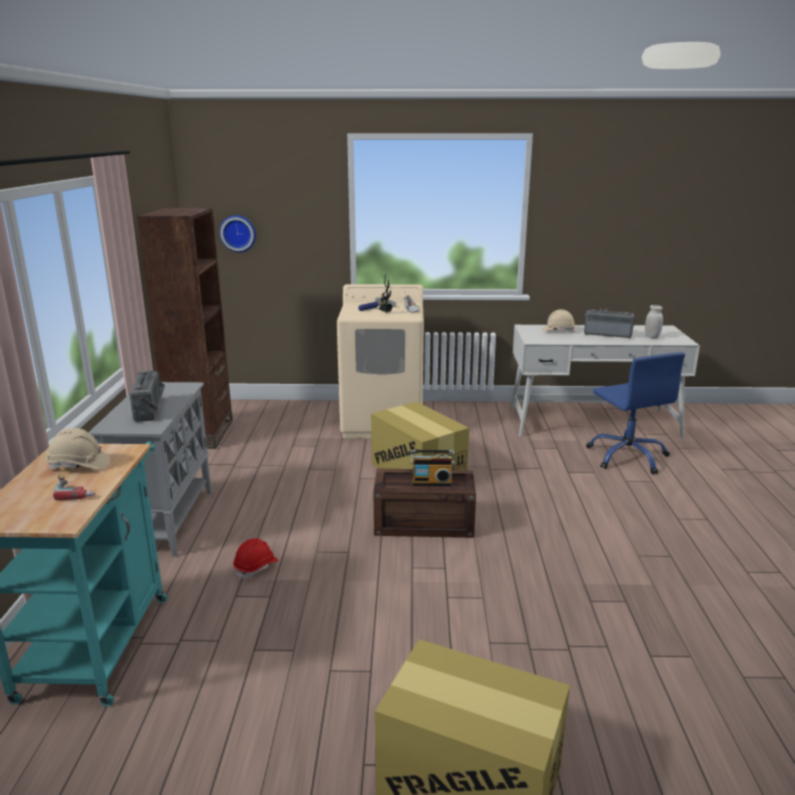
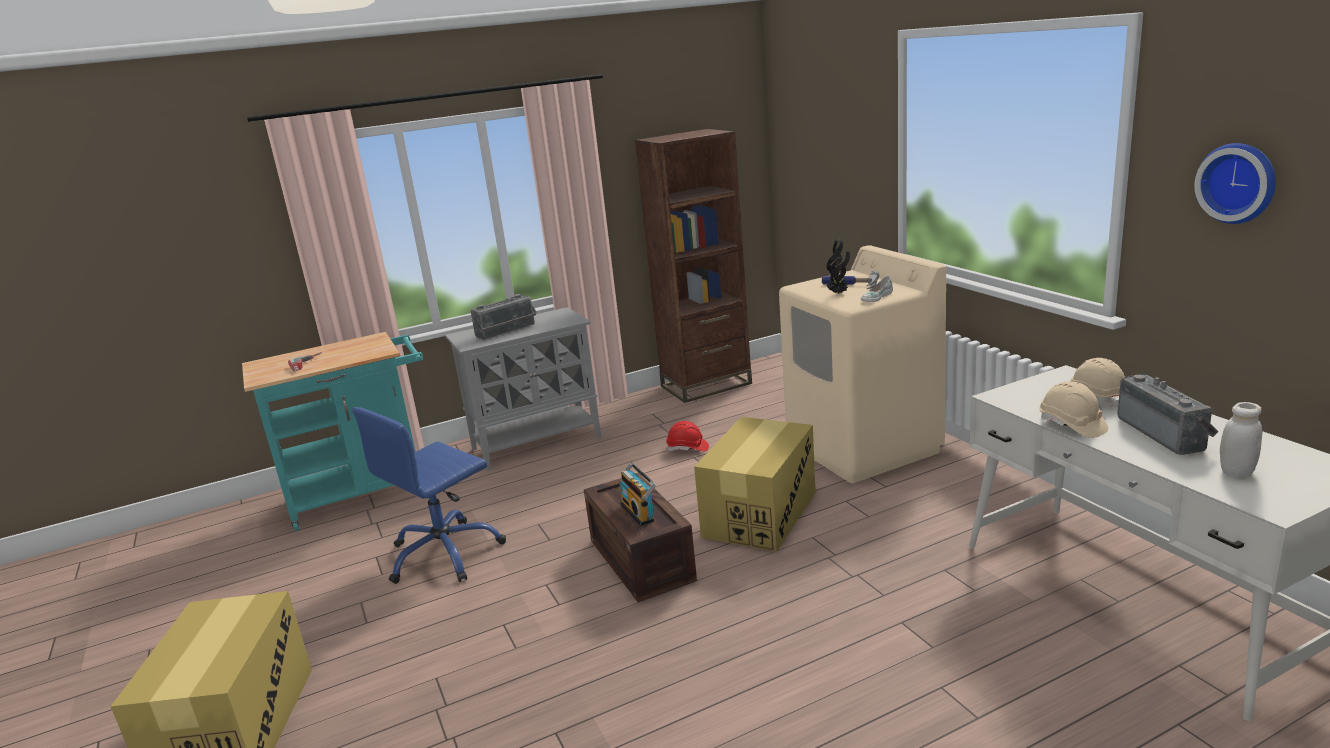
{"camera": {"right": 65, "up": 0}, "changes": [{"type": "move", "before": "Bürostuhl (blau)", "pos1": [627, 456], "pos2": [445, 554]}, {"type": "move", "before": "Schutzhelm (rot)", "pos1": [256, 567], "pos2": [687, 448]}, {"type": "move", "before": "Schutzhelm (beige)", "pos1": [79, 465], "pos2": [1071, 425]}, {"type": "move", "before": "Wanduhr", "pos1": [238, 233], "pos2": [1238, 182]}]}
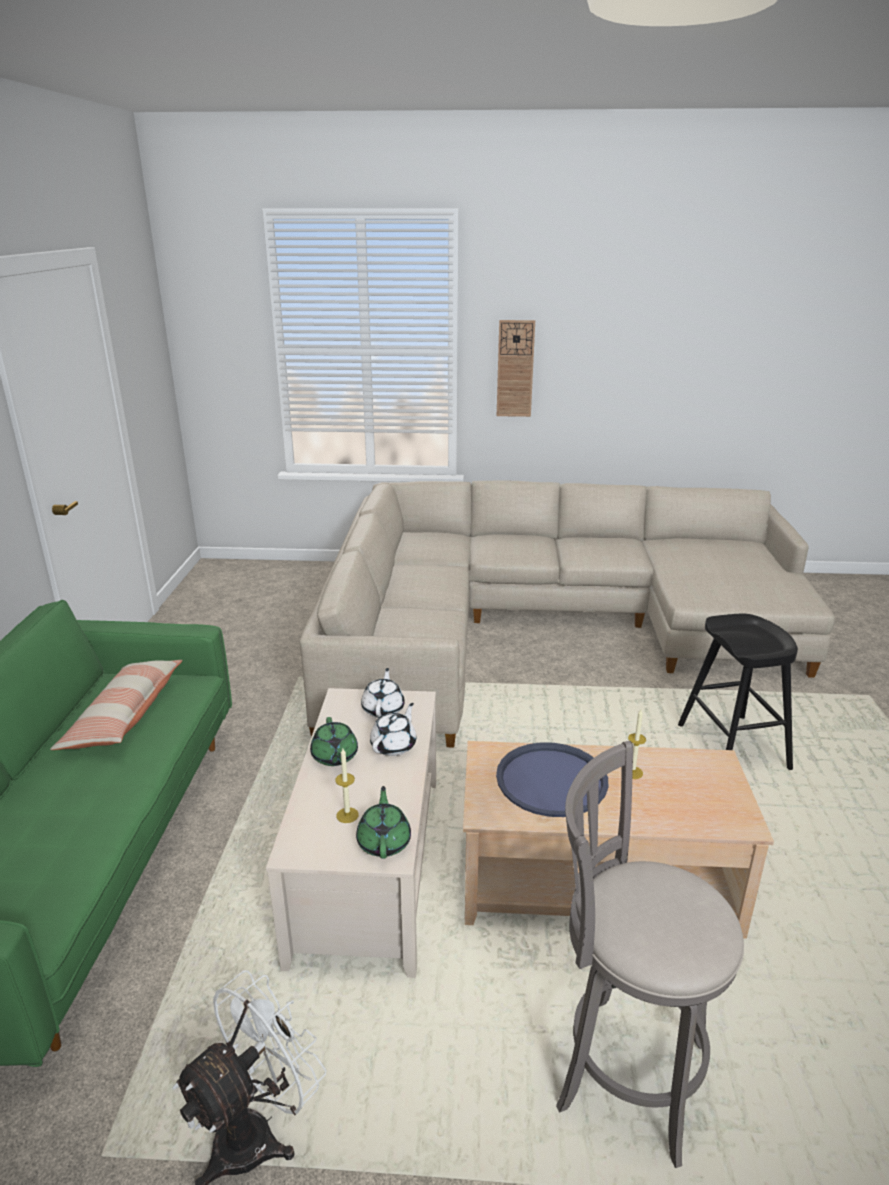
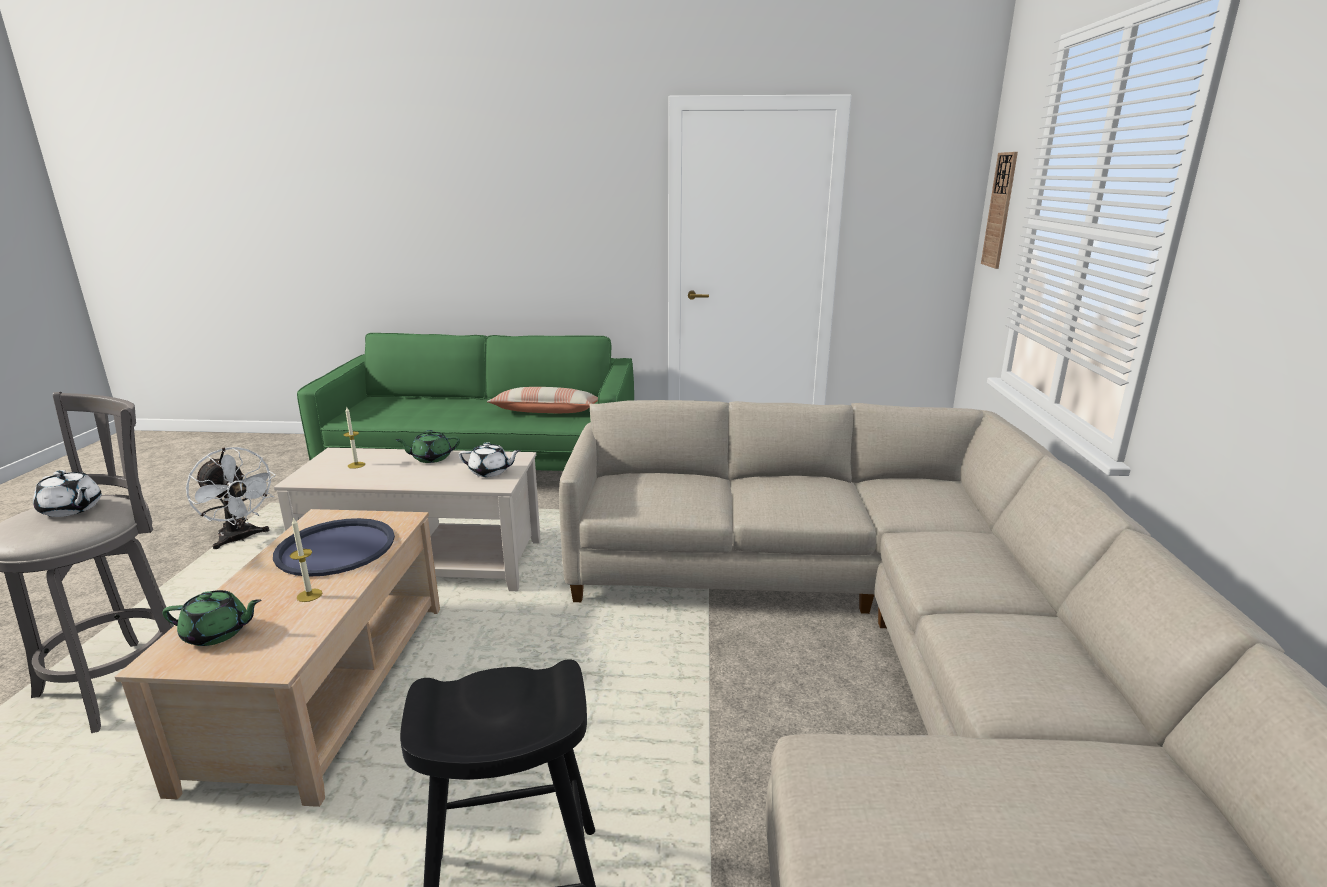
{"camera": {"right": 90, "up": -5}, "changes": [{"type": "move", "before": "Teekanne (weiß)", "pos1": [394, 745], "pos2": [72, 509]}, {"type": "move", "before": "Teekanne (grün)", "pos1": [384, 841], "pos2": [217, 633]}, {"type": "move", "before": "Wanduhr", "pos1": [515, 369], "pos2": [1000, 210]}]}
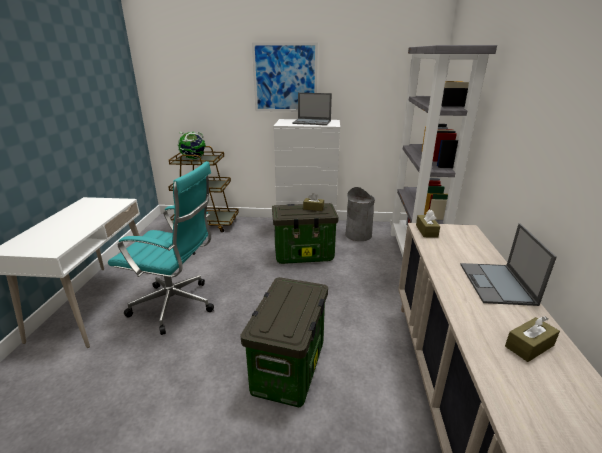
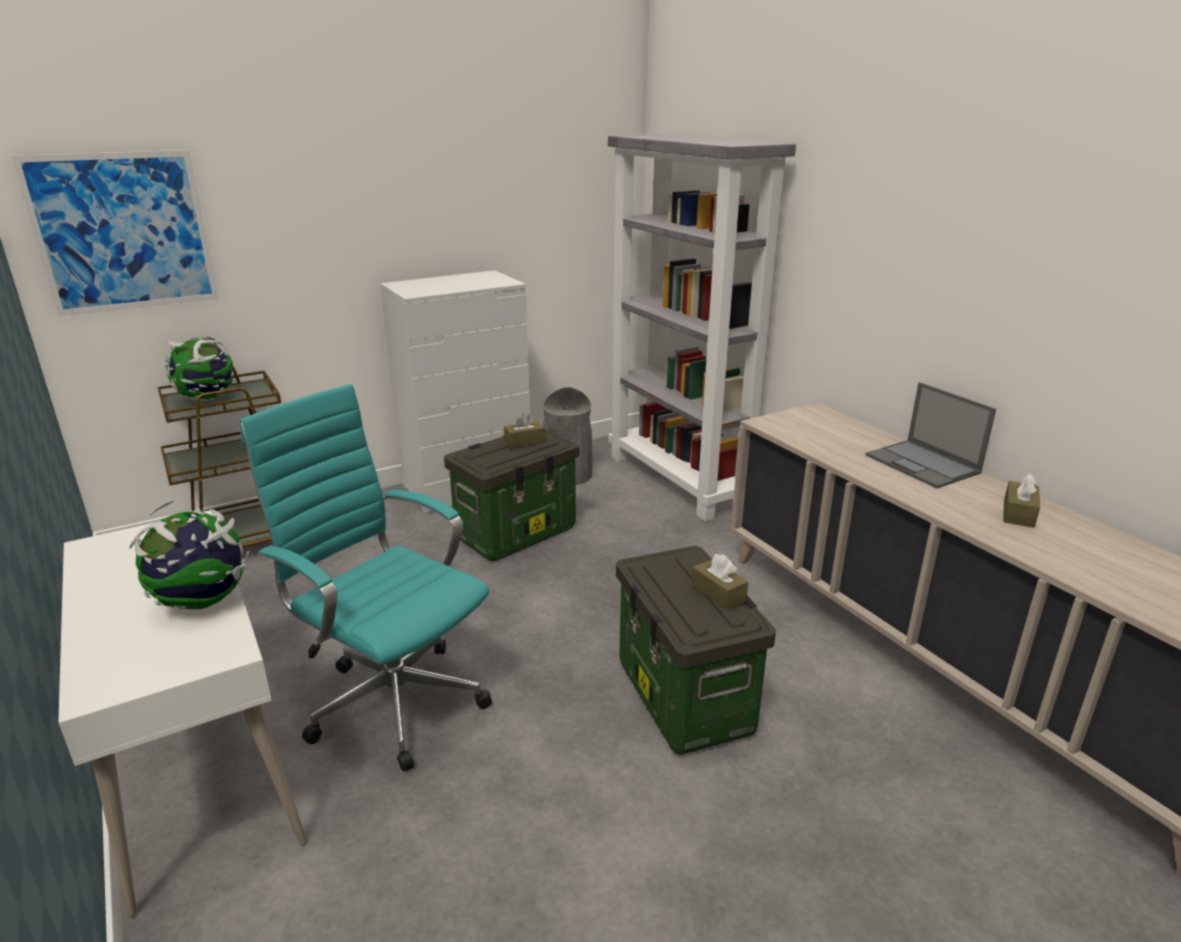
{"camera": {"right": -35, "up": 0}, "changes": [{"type": "move", "before": "Bild", "pos1": [285, 78], "pos2": [123, 232]}, {"type": "insert", "after": "Globus", "pos2": [203, 602]}, {"type": "rotate", "before": "Bürostuhl (türkis)", "pos1": [177, 306], "pos2": [392, 699], "turn": -120}, {"type": "move", "before": "Taschentuchbox (braun)", "pos1": [426, 231], "pos2": [718, 593]}, {"type": "delete", "before": "Laptop", "pos1": [312, 122]}]}
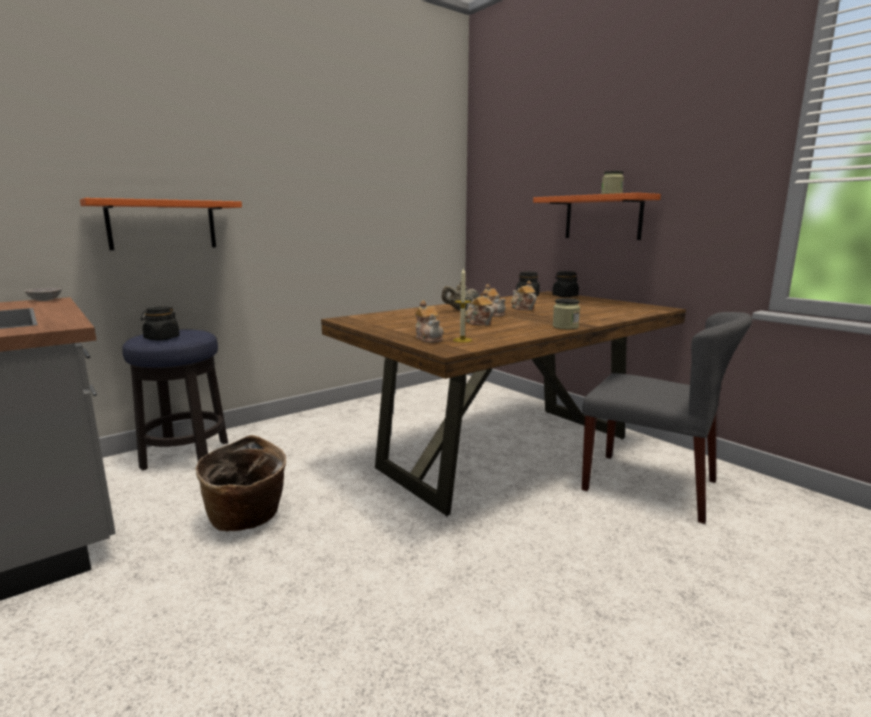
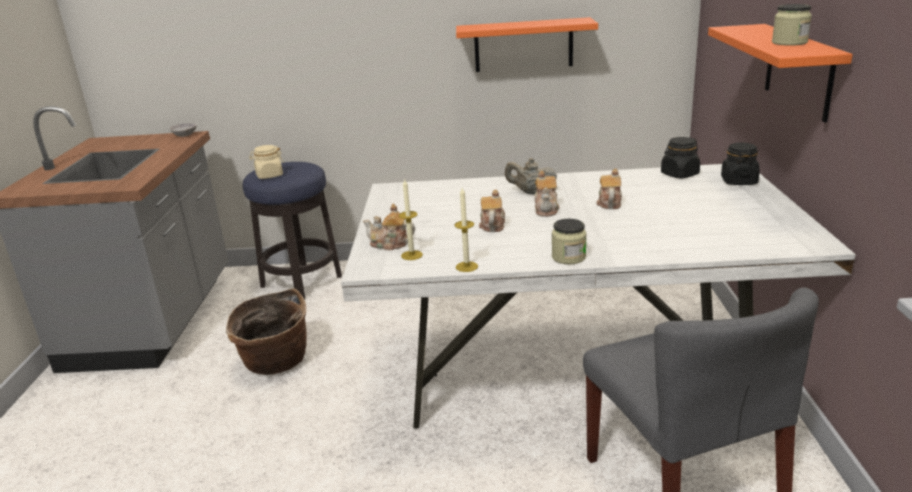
{"camera": {"right": 40, "up": 10}, "changes": [{"type": "recolor", "before": "Vorratsglas (schwarz)", "after": "Vorratsglas (beige)", "pos1": [162, 338], "pos2": [269, 175]}, {"type": "recolor", "before": "Esstisch (braun)", "after": "Esstisch (weiß)", "pos1": [507, 453], "pos2": [570, 379]}, {"type": "rotate", "before": "Teekanne", "pos1": [429, 338], "pos2": [390, 244], "turn": 90}, {"type": "insert", "after": "Kerze", "pos2": [466, 266]}, {"type": "move", "before": "Wandregal (orange)", "pos1": [162, 225], "pos2": [523, 45]}]}
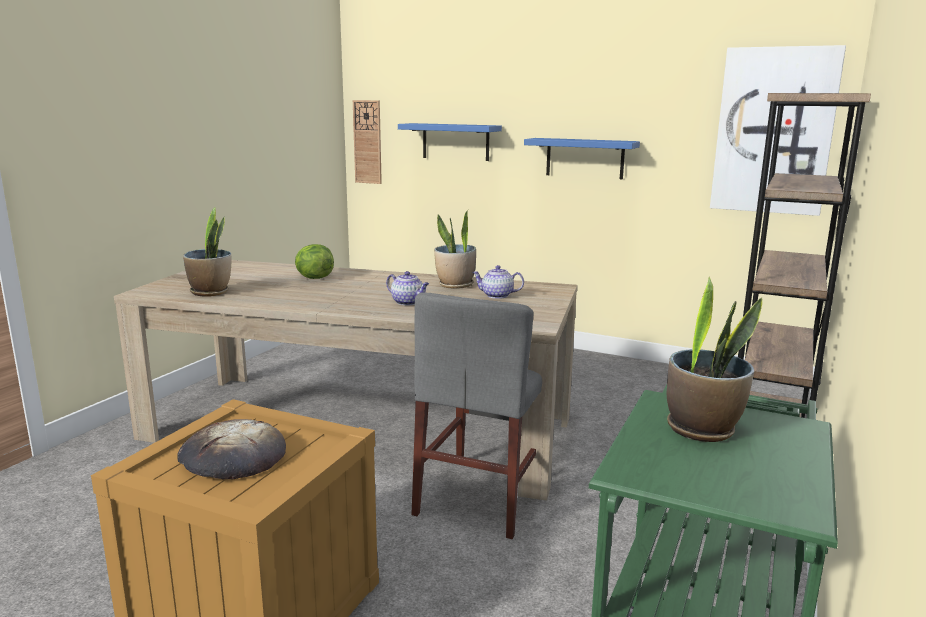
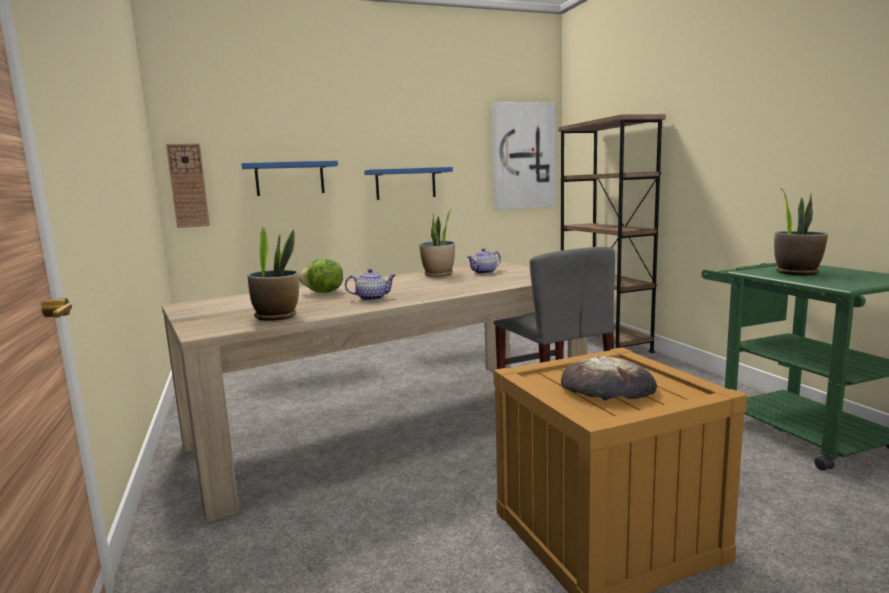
{"camera": {"right": -45, "up": -5}, "changes": [{"type": "move", "before": "Teekanne", "pos1": [408, 302], "pos2": [372, 298]}]}
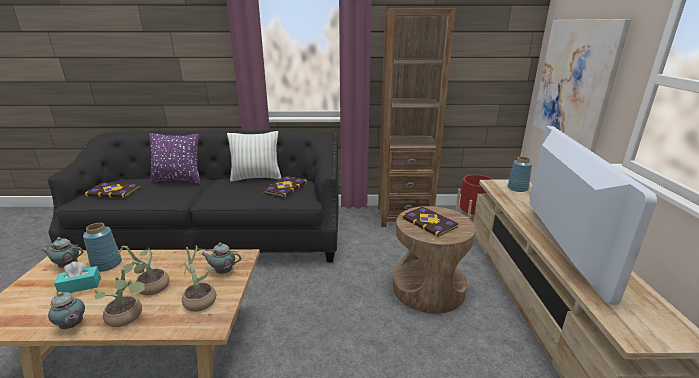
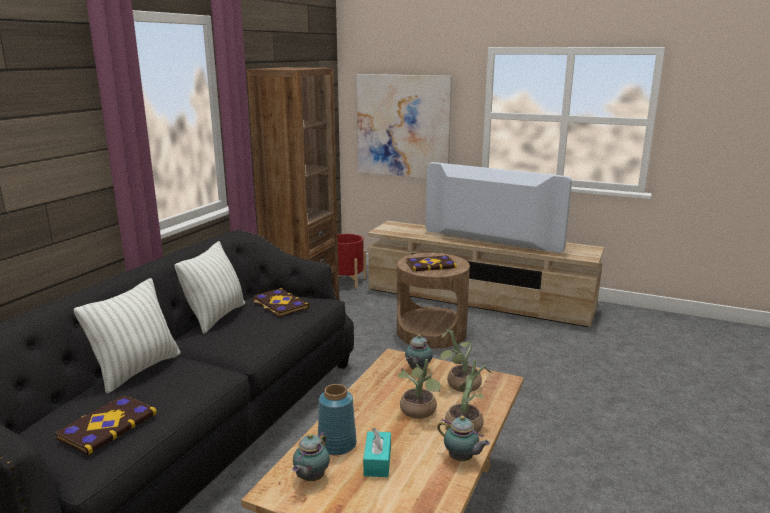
{"camera": {"right": -65, "up": -5}, "changes": [{"type": "recolor", "before": "Kissen (lila)", "after": "Kissen (weiß)", "pos1": [178, 180], "pos2": [137, 370]}, {"type": "rotate", "before": "Teekanne", "pos1": [72, 326], "pos2": [462, 459], "turn": 60}, {"type": "delete", "before": "Vase (blau)", "pos1": [518, 188]}]}
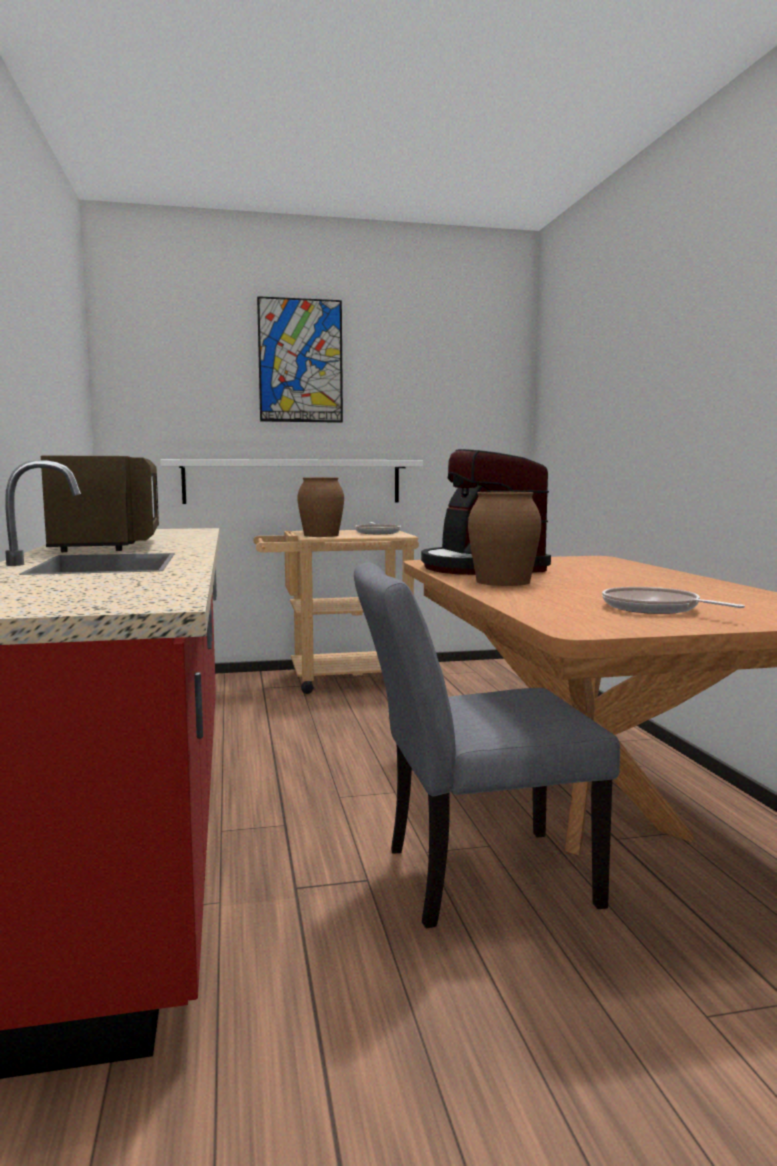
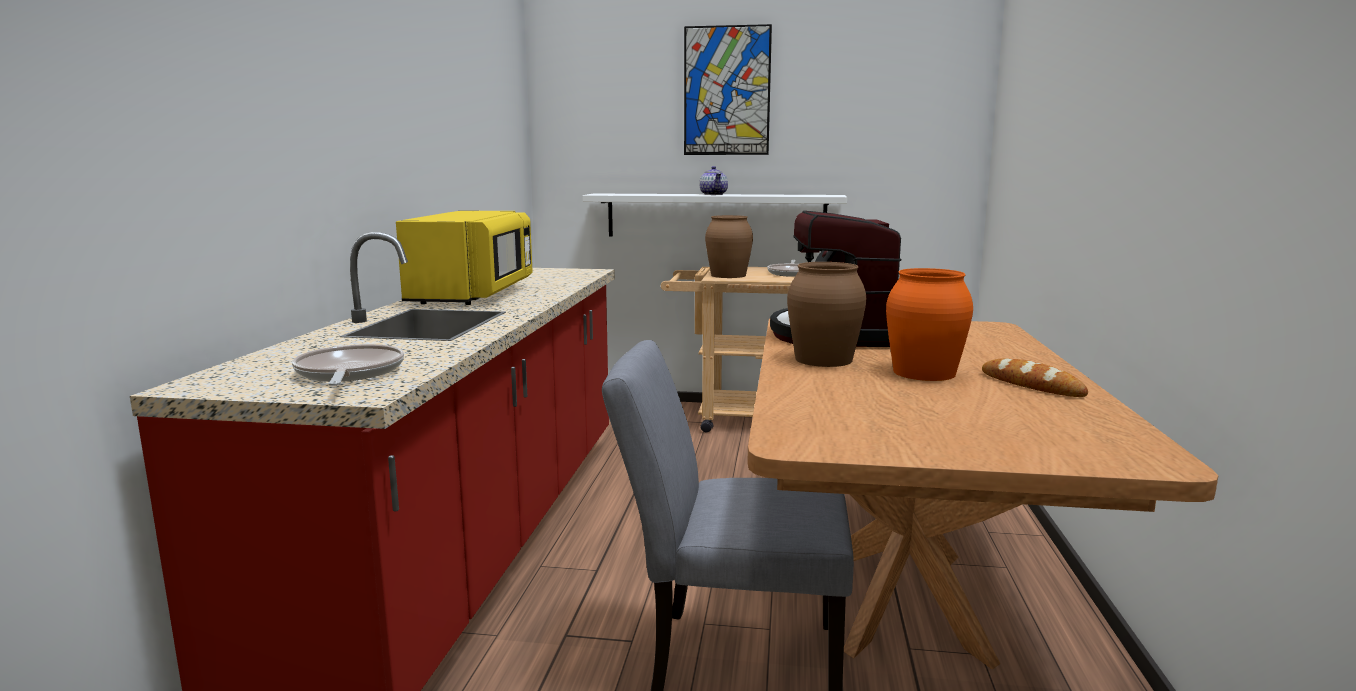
{"camera": {"right": 20, "up": 5}, "changes": [{"type": "move", "before": "Pfanne", "pos1": [655, 609], "pos2": [349, 373]}, {"type": "recolor", "before": "Mikrowelle (braun)", "after": "Mikrowelle (gelb)", "pos1": [108, 545], "pos2": [474, 295]}, {"type": "insert", "after": "Teekanne", "pos2": [713, 194]}, {"type": "insert", "after": "Vase (orange)", "pos2": [925, 372]}, {"type": "insert", "after": "Brot", "pos2": [1031, 385]}]}
